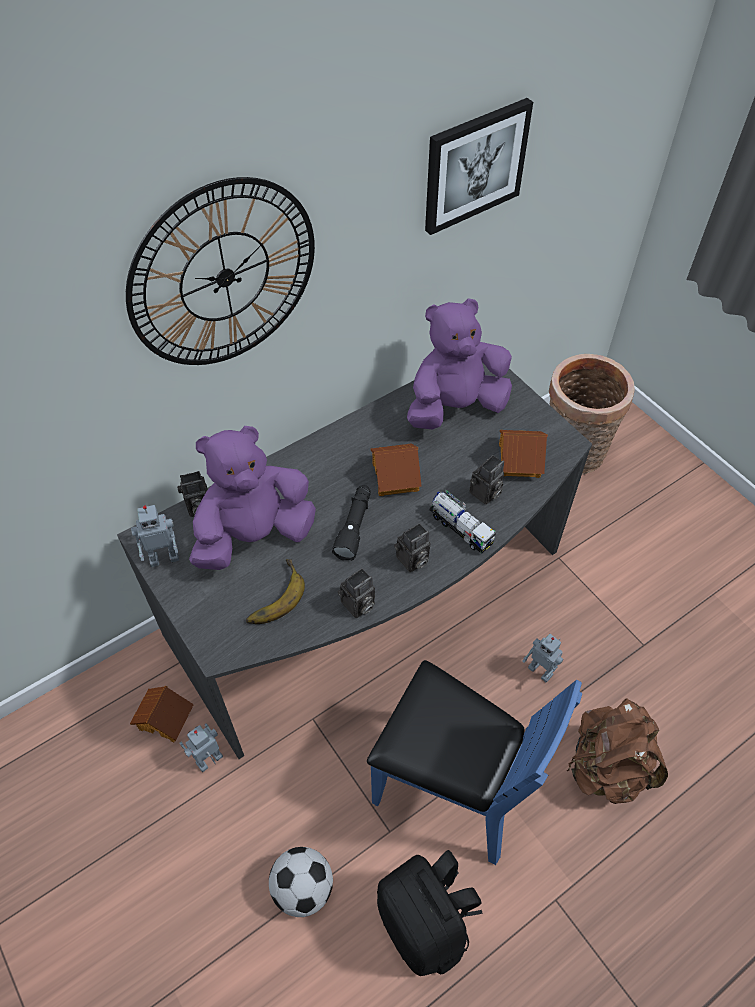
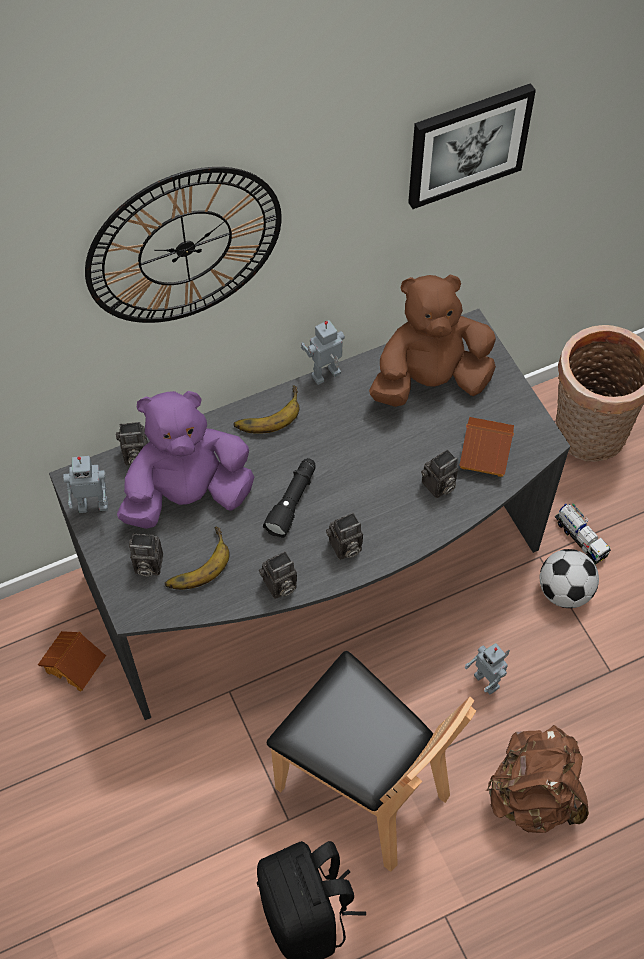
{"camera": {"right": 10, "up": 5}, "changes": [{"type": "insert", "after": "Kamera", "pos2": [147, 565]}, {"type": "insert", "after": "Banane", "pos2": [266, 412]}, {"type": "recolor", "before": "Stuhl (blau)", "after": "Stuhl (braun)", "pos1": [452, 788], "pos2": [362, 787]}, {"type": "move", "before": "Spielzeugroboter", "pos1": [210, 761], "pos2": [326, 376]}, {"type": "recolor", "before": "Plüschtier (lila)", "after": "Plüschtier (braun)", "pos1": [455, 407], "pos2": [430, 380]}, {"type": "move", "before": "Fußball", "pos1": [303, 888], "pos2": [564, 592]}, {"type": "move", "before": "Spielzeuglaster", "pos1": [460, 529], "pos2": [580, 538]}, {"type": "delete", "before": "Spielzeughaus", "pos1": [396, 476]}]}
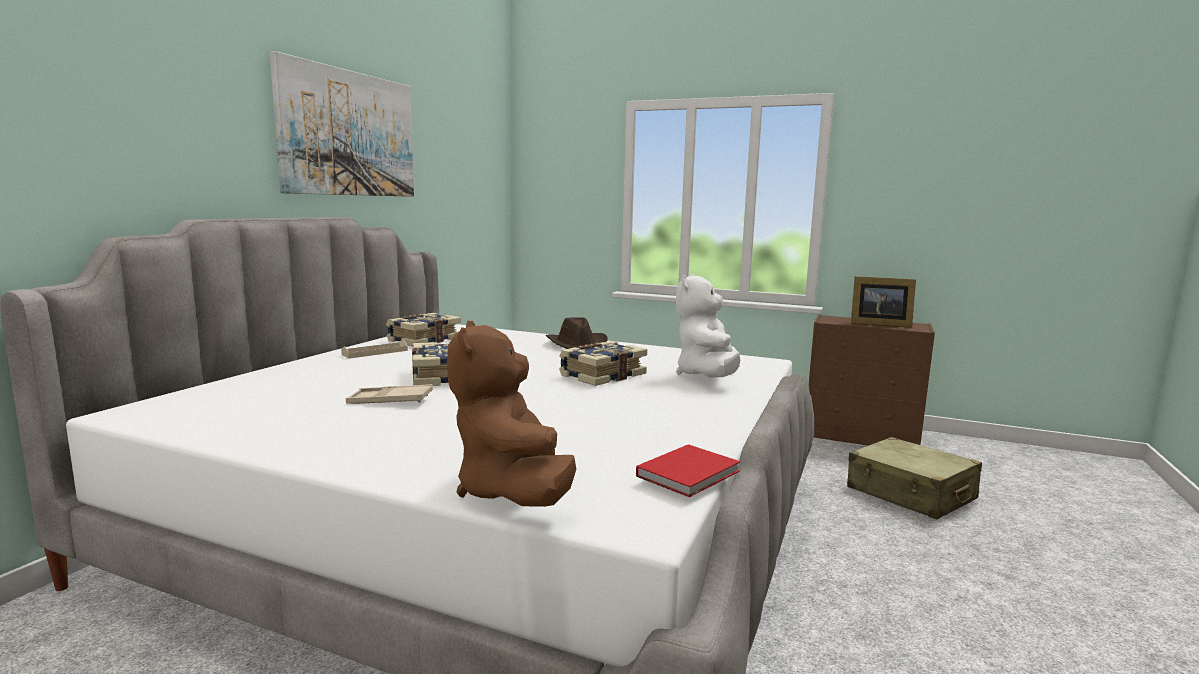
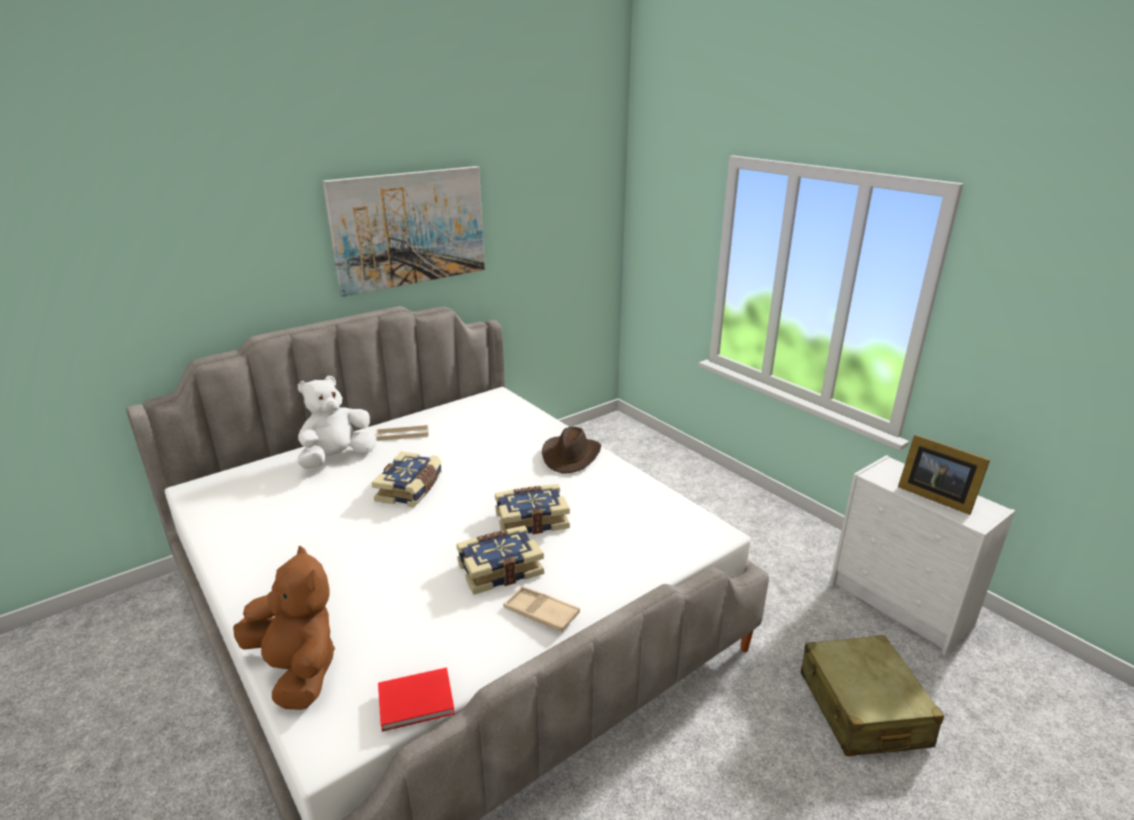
{"camera": {"right": 30, "up": 15}, "changes": [{"type": "rotate", "before": "Plüschtier (braun)", "pos1": [512, 492], "pos2": [298, 670], "turn": 120}, {"type": "move", "before": "Plüschtier (weiß)", "pos1": [708, 376], "pos2": [337, 458]}, {"type": "move", "before": "Buch", "pos1": [423, 340], "pos2": [499, 568]}, {"type": "move", "before": "Tablett (beige)", "pos1": [390, 401], "pos2": [541, 613]}, {"type": "recolor", "before": "Kommode (braun)", "after": "Kommode (weiß)", "pos1": [862, 438], "pos2": [900, 606]}]}
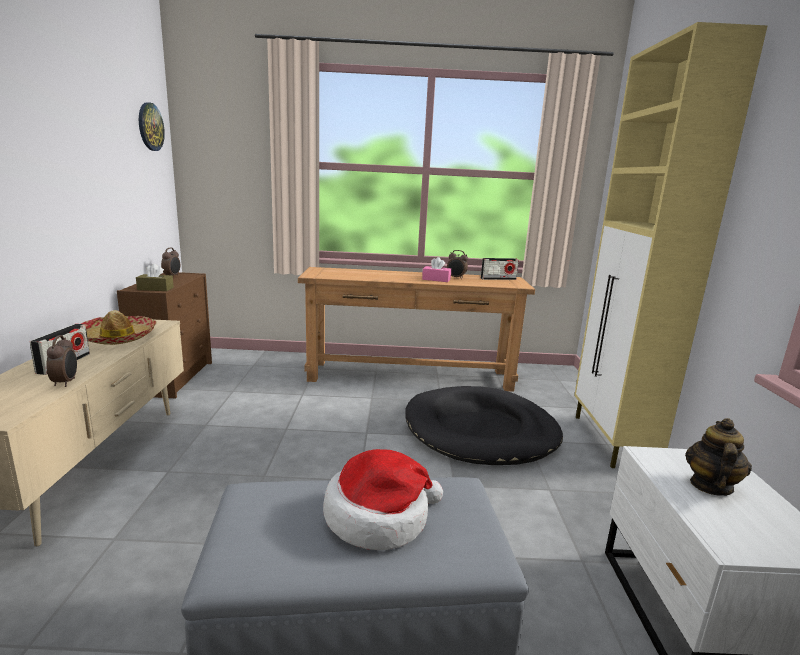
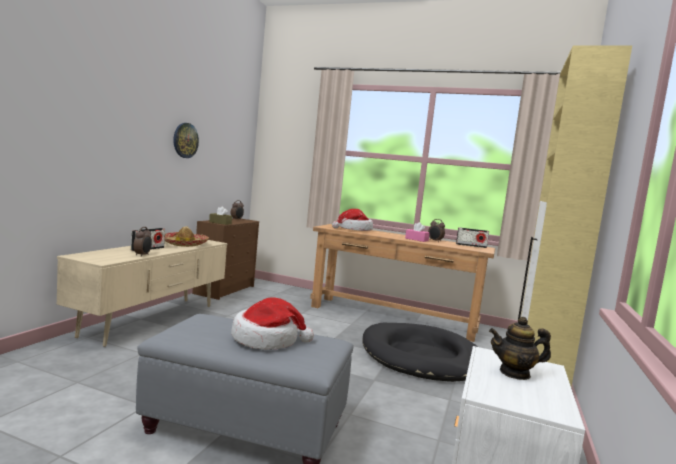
{"camera": {"right": 20, "up": -10}, "changes": [{"type": "move", "before": "Wanduhr", "pos1": [150, 127], "pos2": [185, 140]}, {"type": "insert", "after": "Hut", "pos2": [354, 230]}, {"type": "rotate", "before": "Teekanne", "pos1": [710, 486], "pos2": [515, 373], "turn": -135}]}
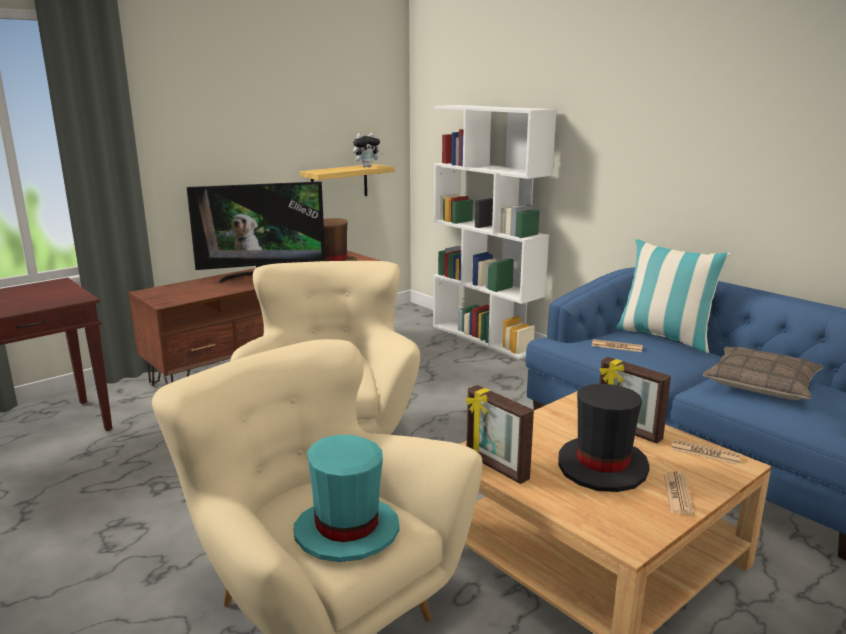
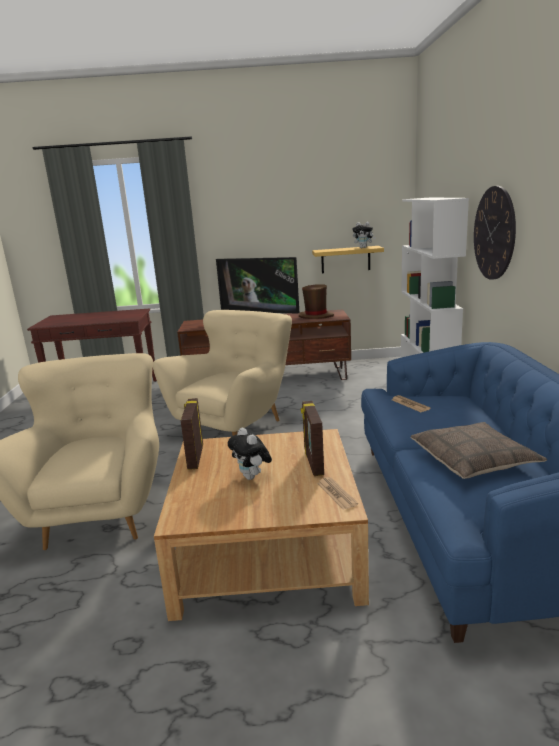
{"camera": {"right": 40, "up": 0}, "changes": [{"type": "replace", "before": "Hut (schwarz)", "after": "Plüschtier", "pos1": [602, 466], "pos2": [252, 477]}, {"type": "insert", "after": "Wanduhr", "pos2": [494, 233]}, {"type": "delete", "before": "Hut (türkis)", "pos1": [346, 531]}, {"type": "delete", "before": "Kissen", "pos1": [664, 337]}, {"type": "delete", "before": "Zeitung", "pos1": [677, 494]}]}
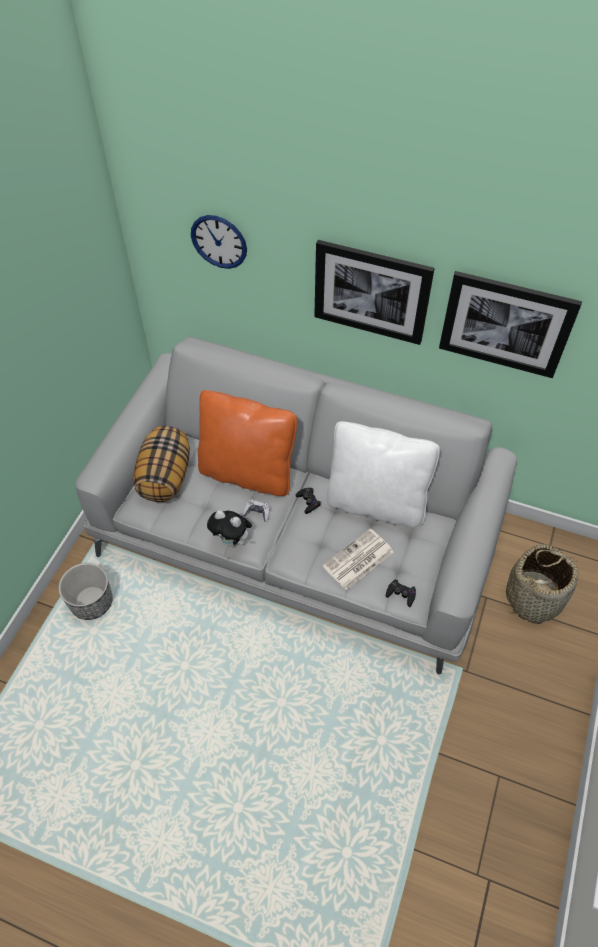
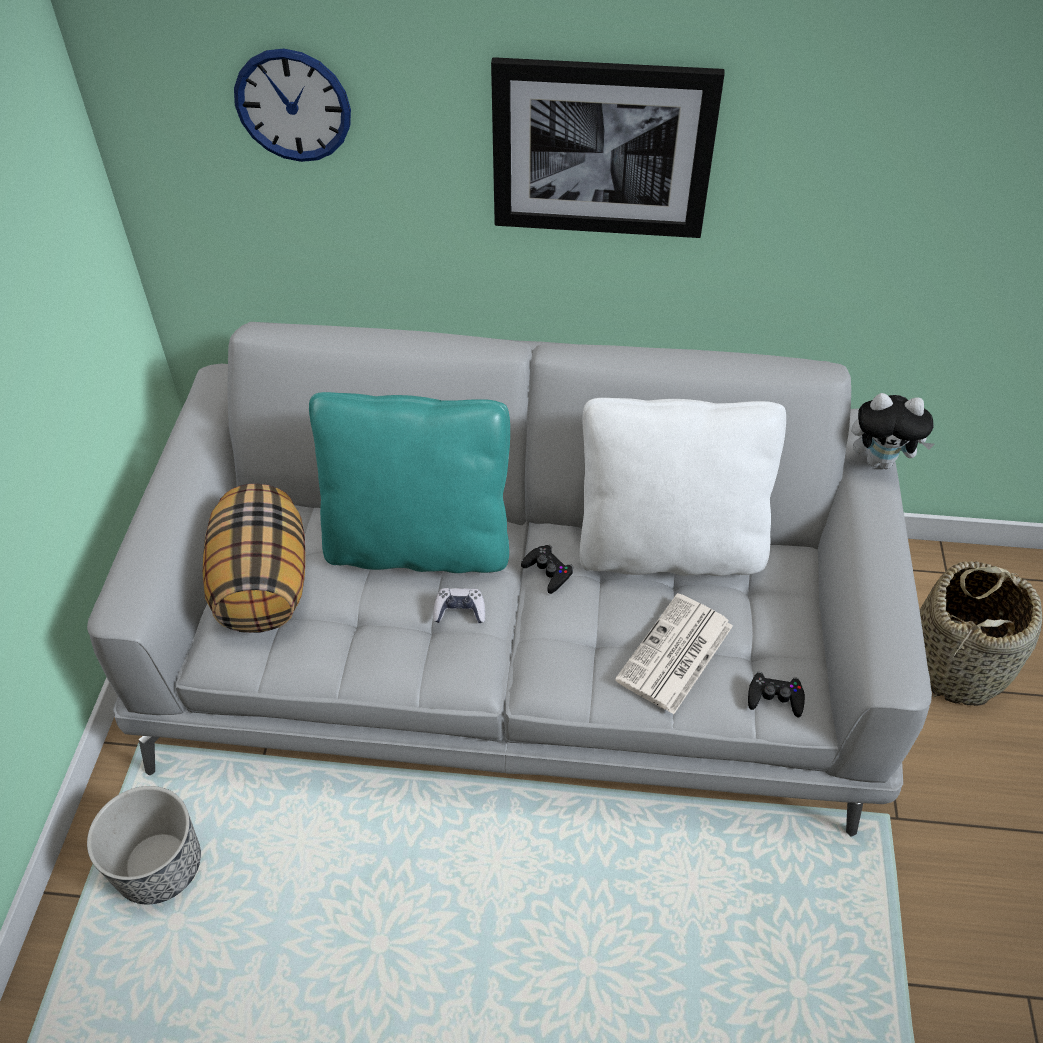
{"camera": {"right": -15, "up": -5}, "changes": [{"type": "recolor", "before": "Kissen (orange)", "after": "Kissen (türkis)", "pos1": [247, 472], "pos2": [418, 545]}, {"type": "move", "before": "Plüschtier", "pos1": [232, 541], "pos2": [880, 461]}, {"type": "delete", "before": "Bild", "pos1": [506, 324]}]}
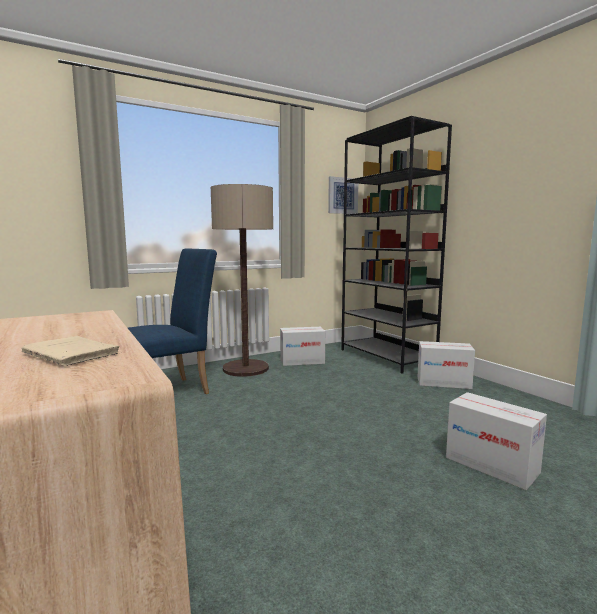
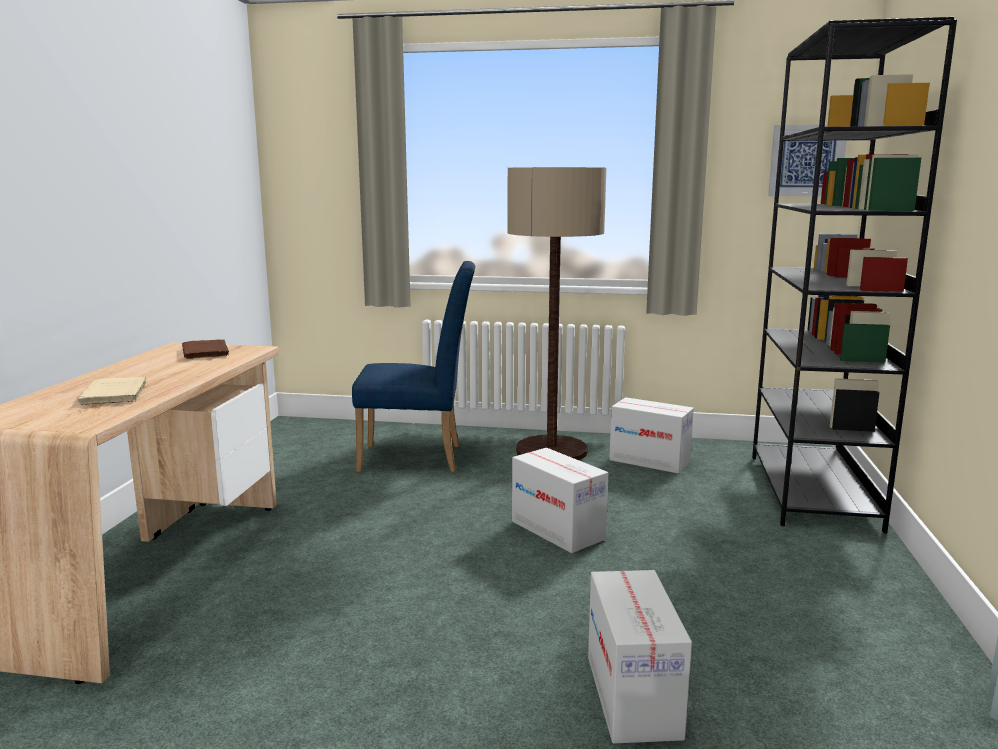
{"camera": {"right": 40, "up": 5}, "changes": [{"type": "insert", "after": "Buch (braun)", "pos2": [205, 352]}, {"type": "move", "before": "Karton", "pos1": [443, 383], "pos2": [558, 530]}]}
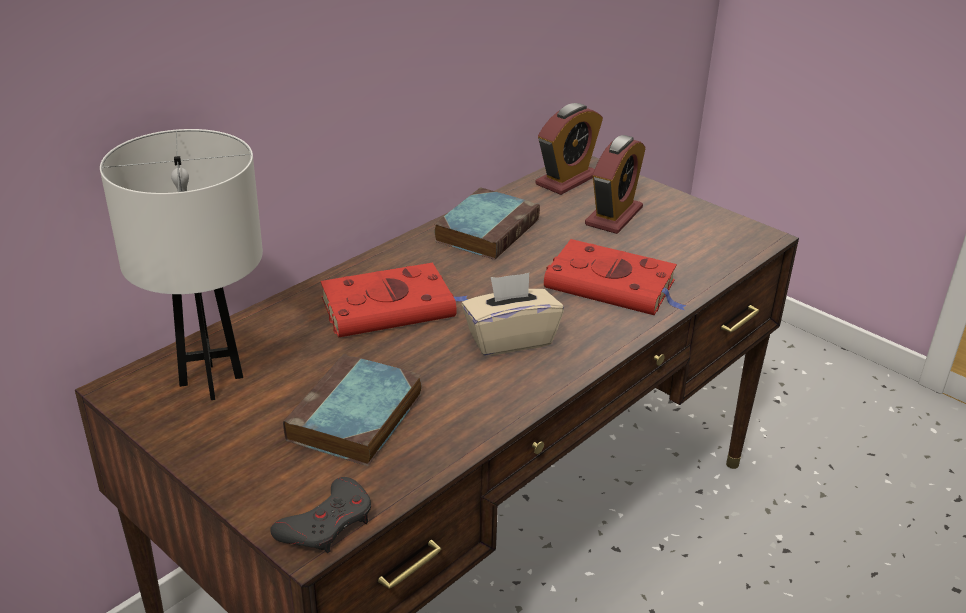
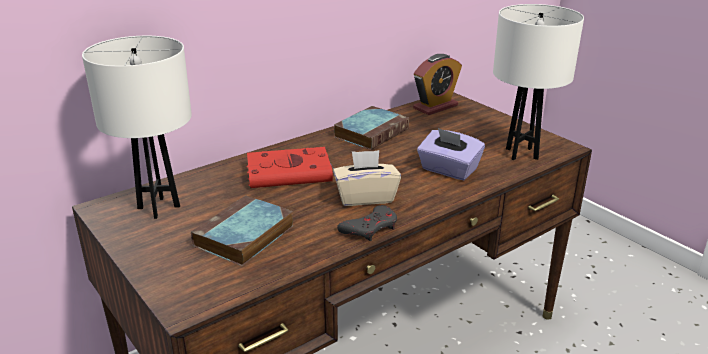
{"camera": {"right": 10, "up": -5}, "changes": [{"type": "move", "before": "Gamepad (grau)", "pos1": [327, 523], "pos2": [370, 228]}, {"type": "replace", "before": "Buch (rot)", "after": "Taschentuchbox (lila)", "pos1": [613, 286], "pos2": [448, 170]}, {"type": "insert", "after": "Tischlampe (weiß)", "pos2": [521, 154]}, {"type": "delete", "before": "Wecker", "pos1": [614, 216]}]}
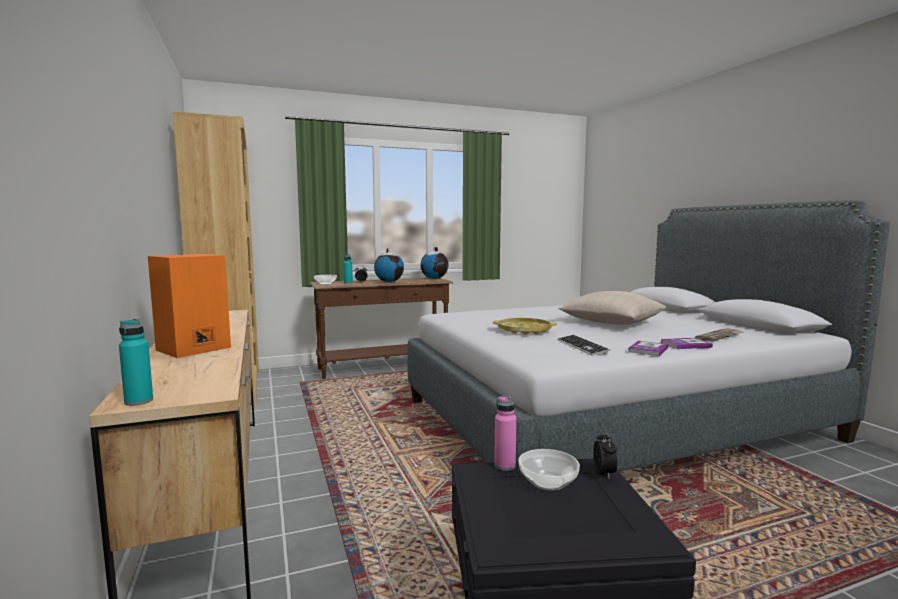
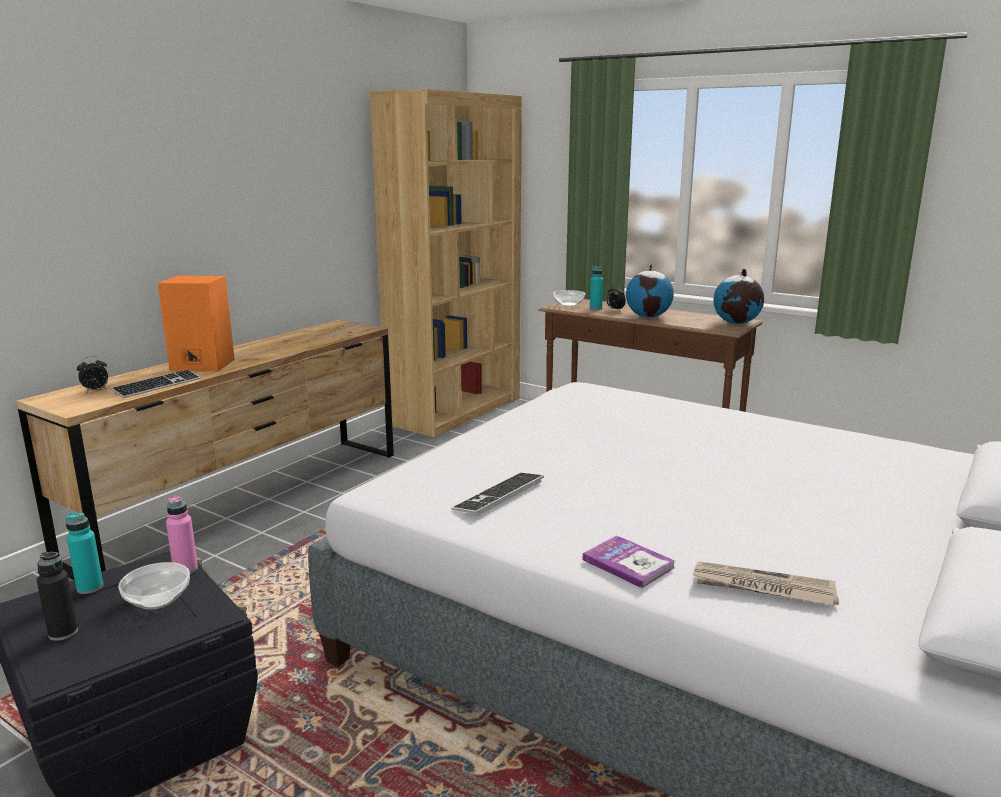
{"camera": {"right": 55, "up": 10}, "changes": [{"type": "insert", "after": "Flasche (schwarz)", "pos2": [63, 633]}, {"type": "move", "before": "Flasche (türkis)", "pos1": [139, 401], "pos2": [90, 587]}, {"type": "move", "before": "Wecker", "pos1": [604, 474], "pos2": [96, 391]}, {"type": "insert", "after": "Tastatur", "pos2": [157, 386]}, {"type": "delete", "before": "Tablett (gelb)", "pos1": [524, 330]}, {"type": "delete", "before": "Kissen (beige)", "pos1": [612, 322]}, {"type": "delete", "before": "Buch", "pos1": [648, 350]}]}
